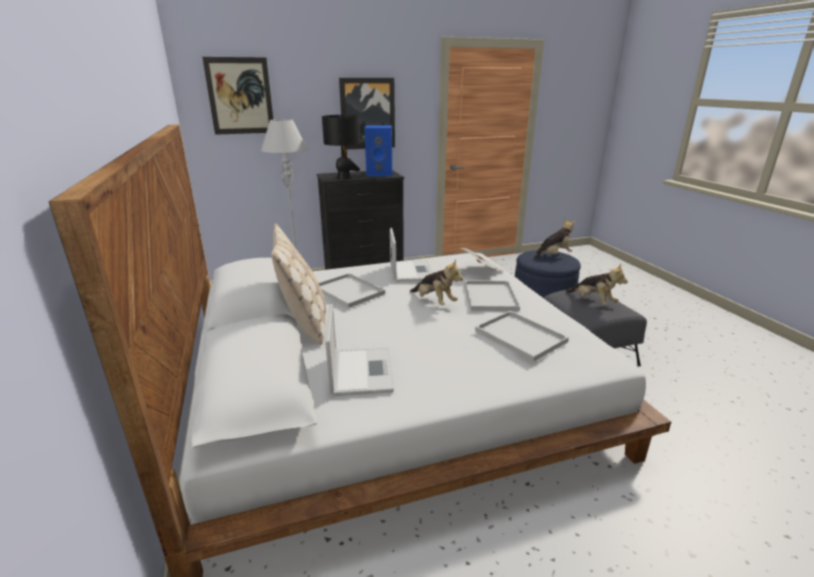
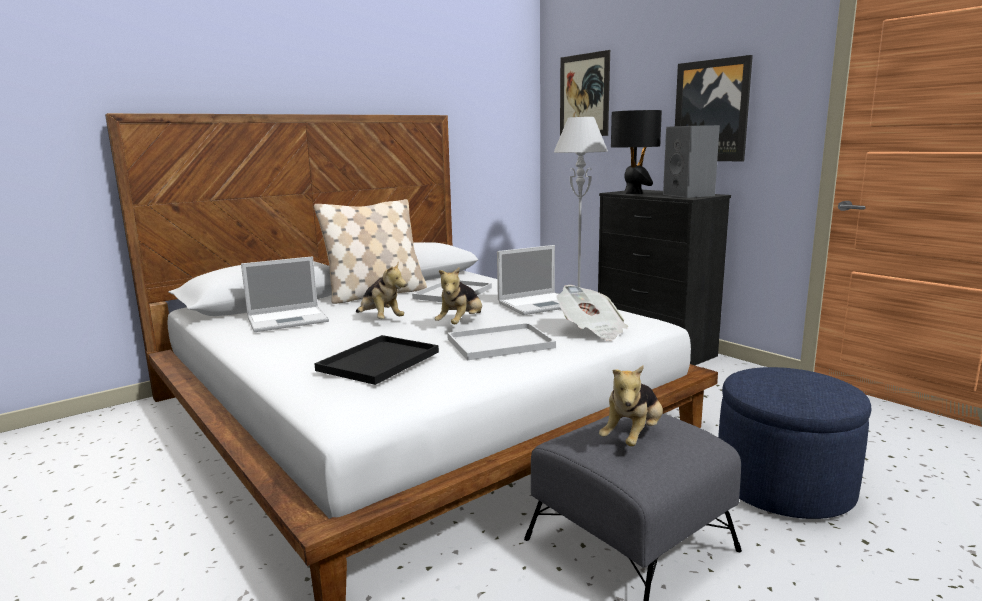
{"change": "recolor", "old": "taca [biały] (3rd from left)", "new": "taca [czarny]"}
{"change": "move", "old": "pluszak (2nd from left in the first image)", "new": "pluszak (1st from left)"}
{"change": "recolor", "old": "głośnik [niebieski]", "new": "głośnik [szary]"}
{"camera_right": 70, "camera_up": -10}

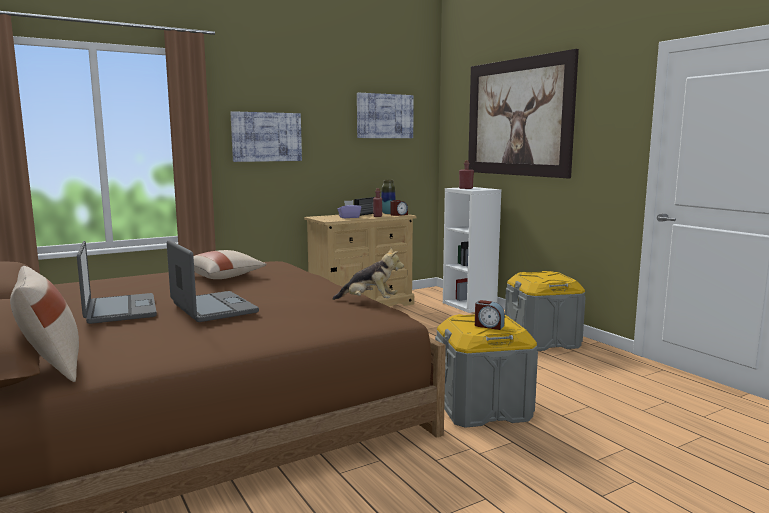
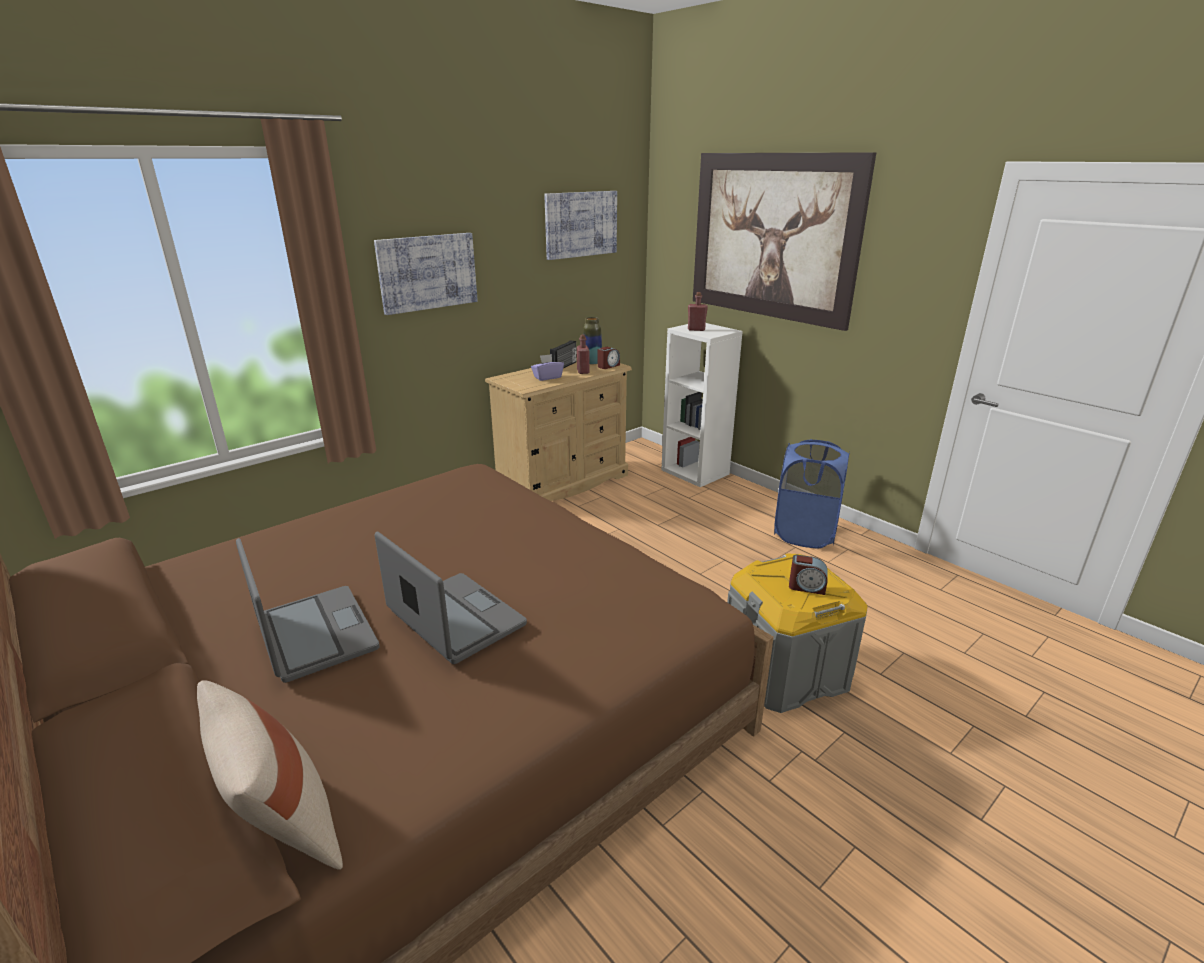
{"change": "replace", "old": "pojemnik do przechowywania [szary] (2nd from left)", "new": "kosz na pranie [niebieski]"}
{"change": "delete", "old": "poduszka [beżowy] (2nd from left)"}
{"change": "delete", "old": "pluszak"}
{"camera_right": -10, "camera_up": 15}

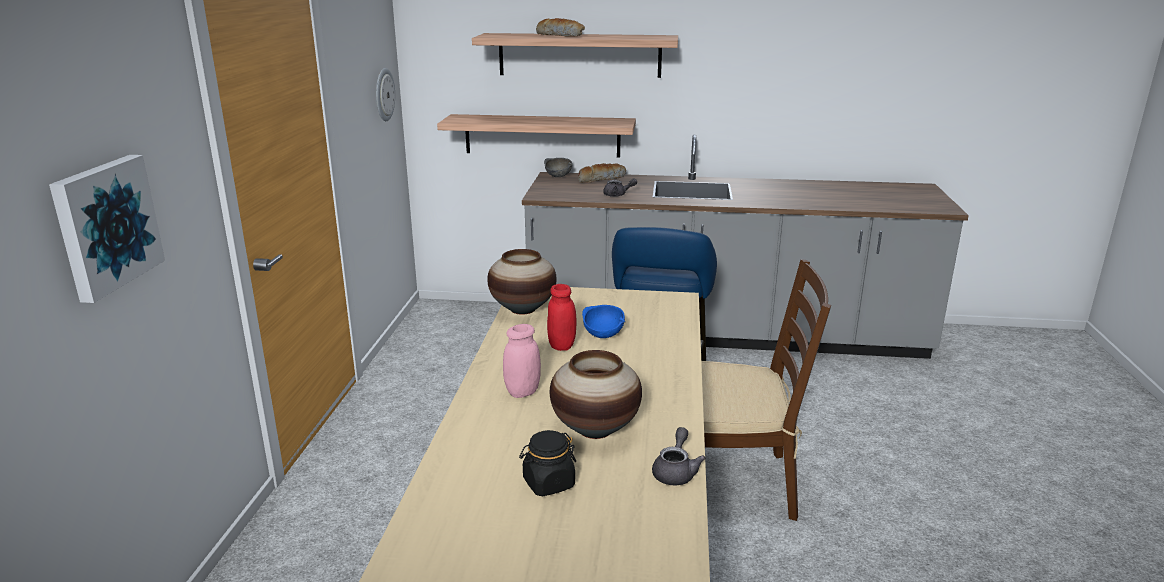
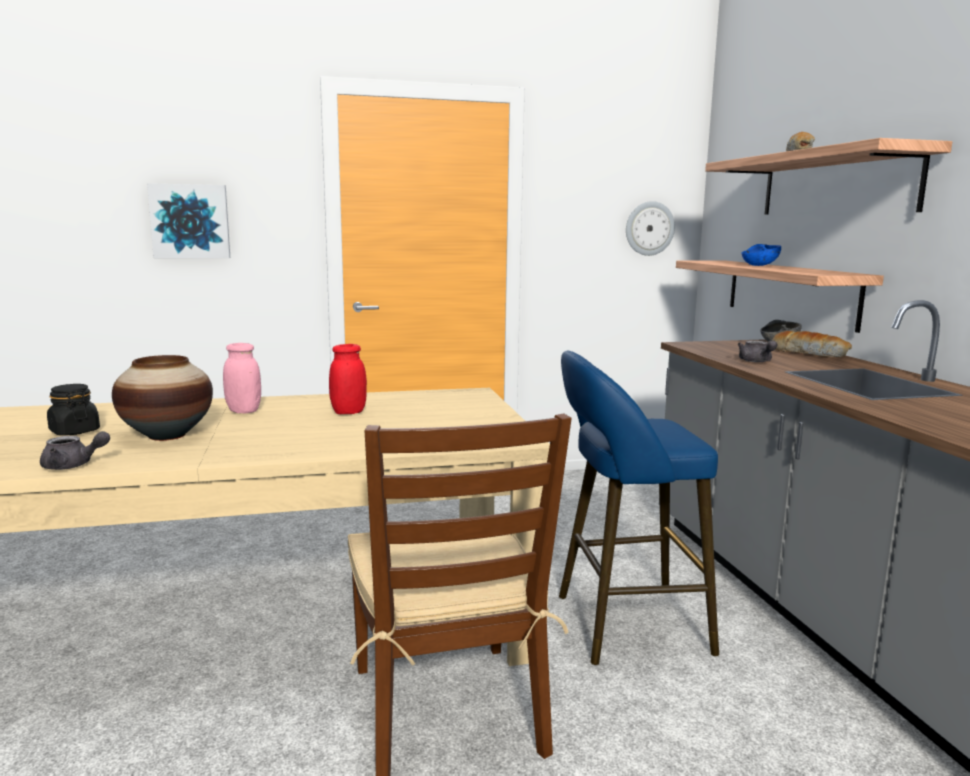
{"change": "move", "old": "miska [niebieski]"}
{"change": "delete", "old": "wazon (1st from left)"}
{"camera_right": 70, "camera_up": -10}

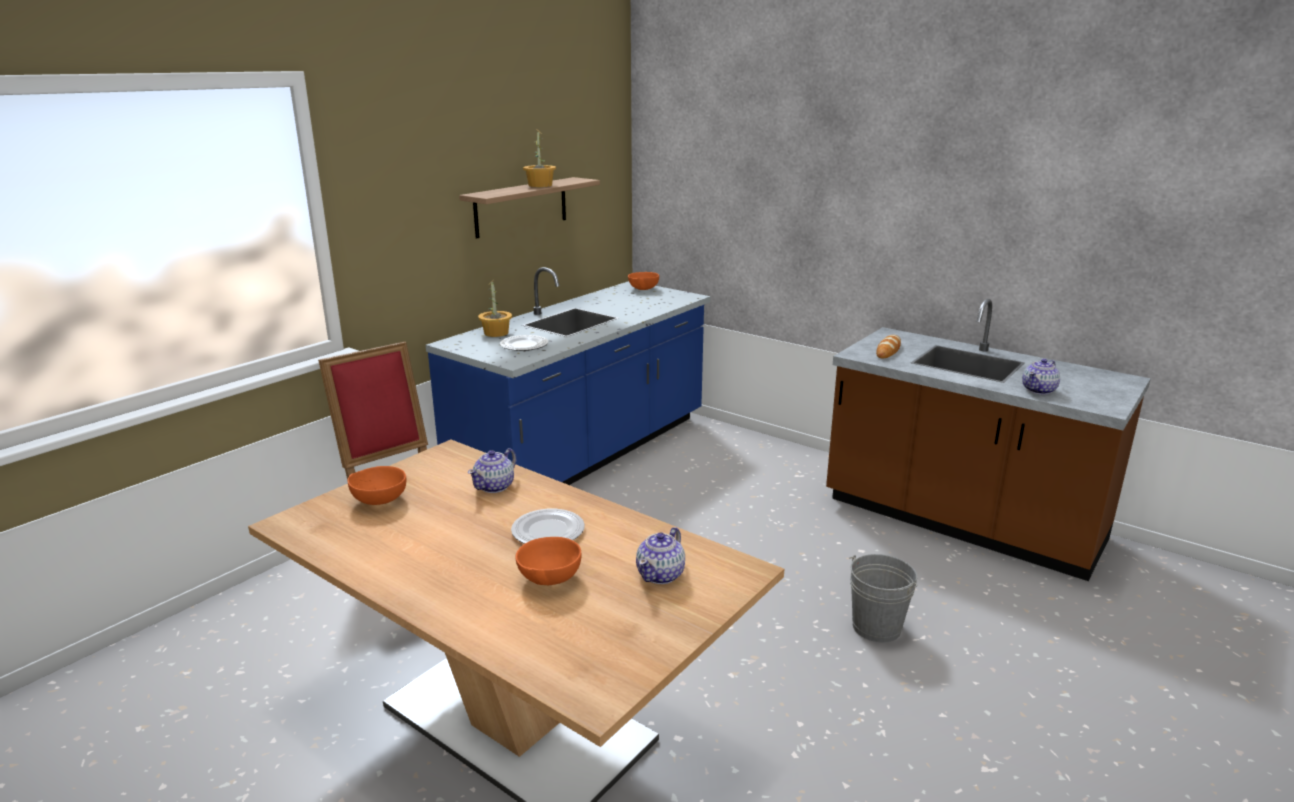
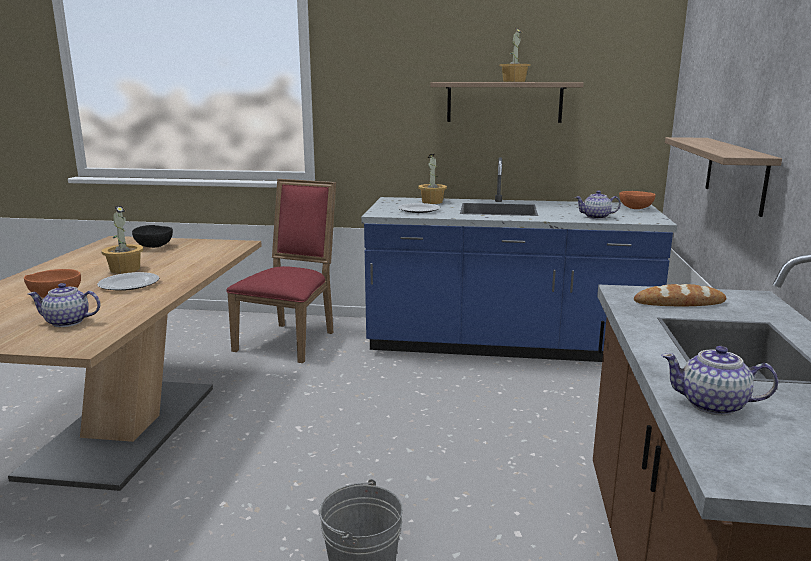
{"change": "insert", "new": "roślina doniczkowa (1st from left)"}
{"change": "recolor", "old": "miska [pomarańczowy] (1st from left)", "new": "miska [czarny]"}
{"change": "move", "old": "imbryk (1st from left in the first image)", "new": "imbryk (2nd from left)"}
{"change": "insert", "new": "półka (2nd from left)"}
{"camera_right": 60, "camera_up": -5}

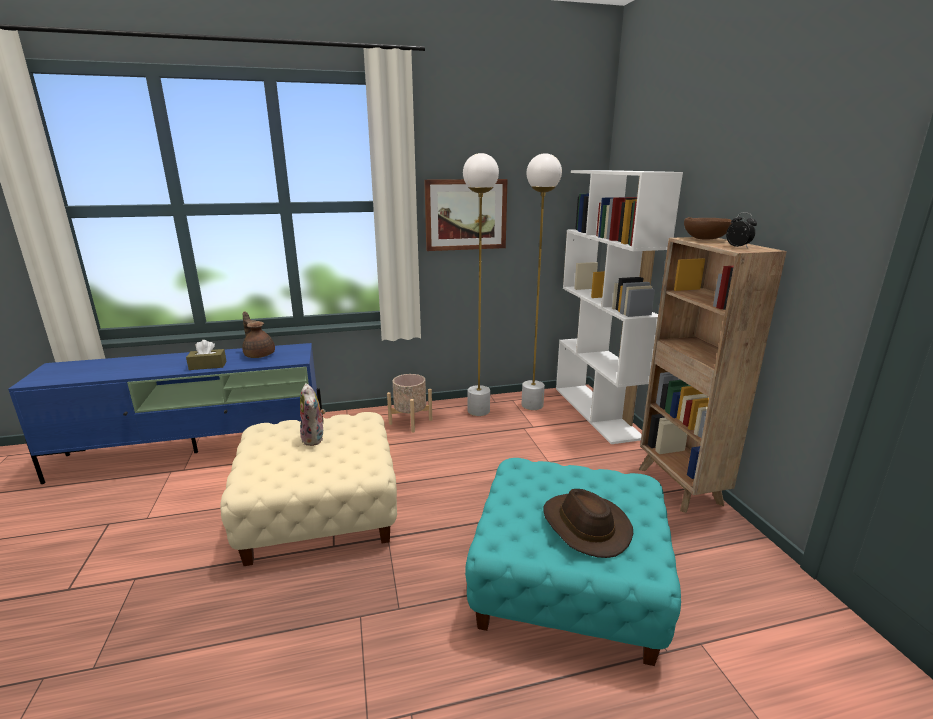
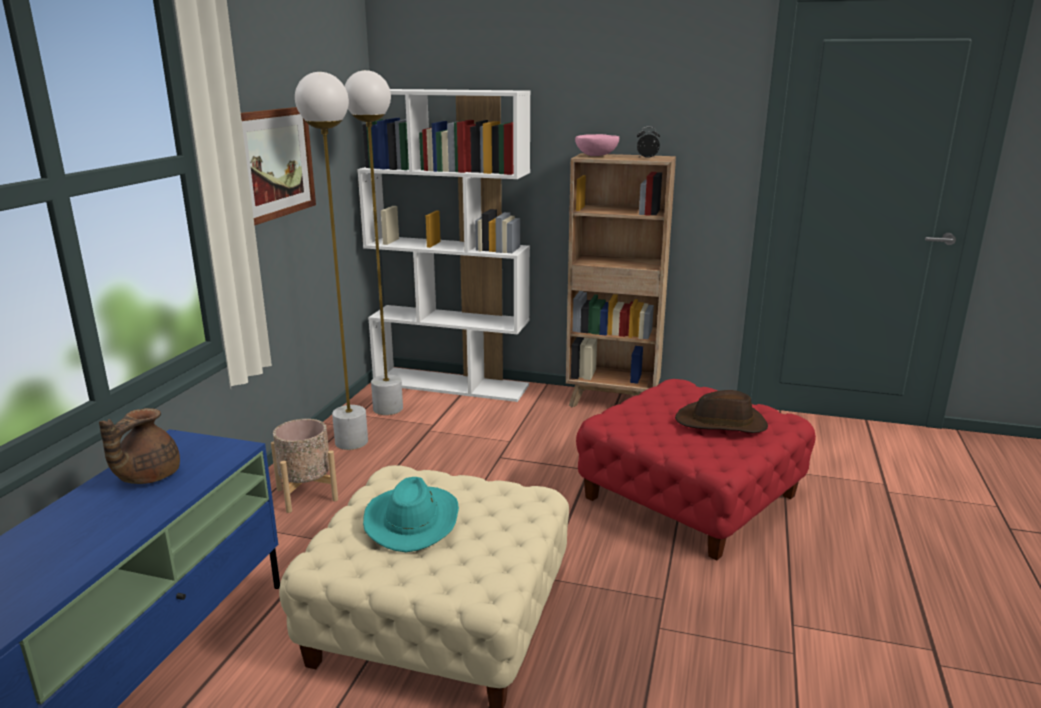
{"change": "rotate", "old": "imbryk [brązowy]", "degrees": -60}
{"change": "replace", "old": "pluszak", "new": "kapelusz [turkusowy]"}
{"change": "recolor", "old": "miska [brązowy]", "new": "miska [różowy]"}
{"change": "recolor", "old": "pufa [turkusowy]", "new": "pufa [czerwony]"}
{"change": "delete", "old": "pudełko chusteczek [brązowy]"}
{"camera_right": -60, "camera_up": 0}

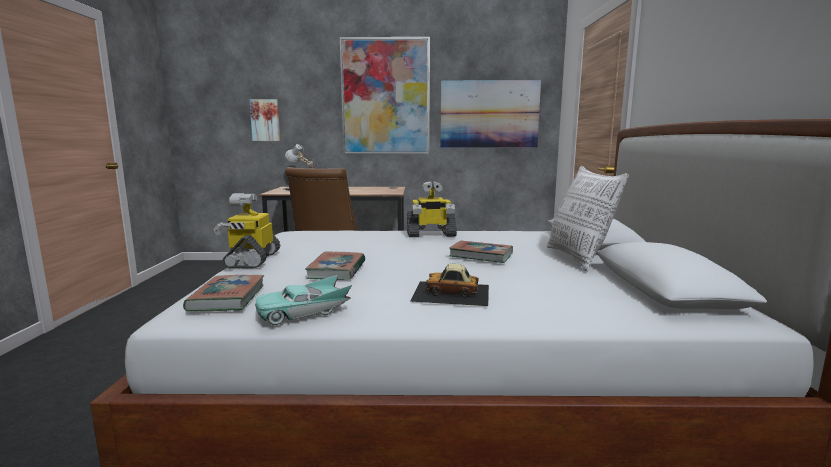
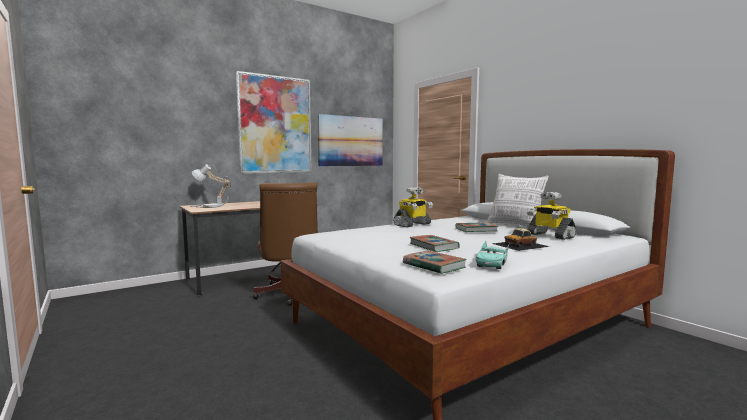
{"change": "move", "old": "robot zabawkowy (1st from left in the first image)", "new": "robot zabawkowy (2nd from left)"}
{"change": "delete", "old": "obraz (1st from left)"}
{"camera_right": -35, "camera_up": -5}

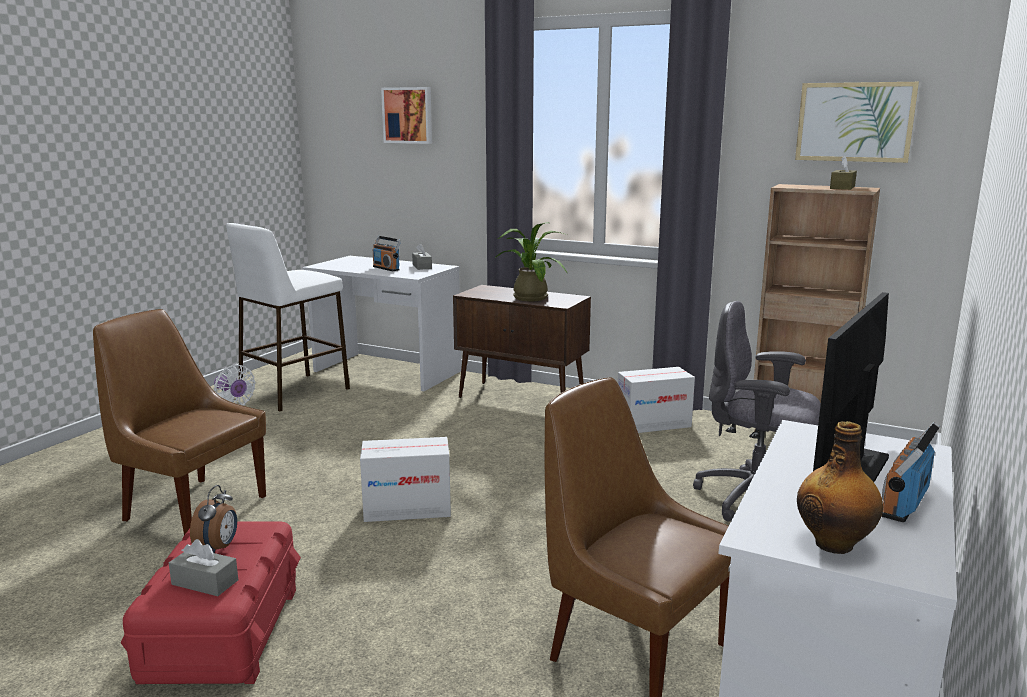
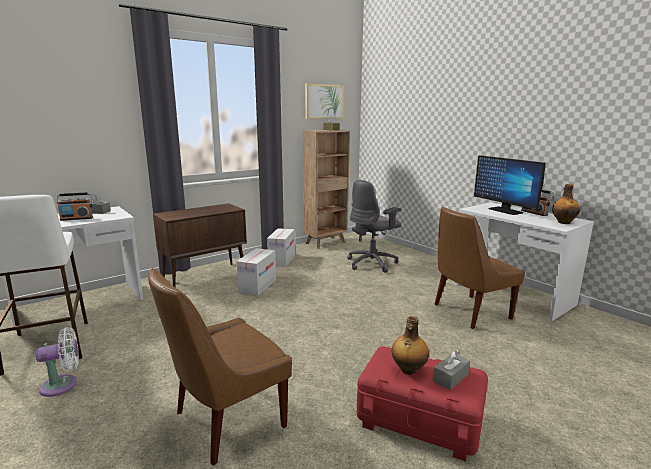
{"change": "move", "old": "karton (1st from left)"}
{"change": "replace", "old": "budzik", "new": "butelka (1st from left)"}
{"change": "delete", "old": "obraz (1st from left)"}
{"change": "delete", "old": "roślina doniczkowa"}
{"camera_right": -65, "camera_up": 0}

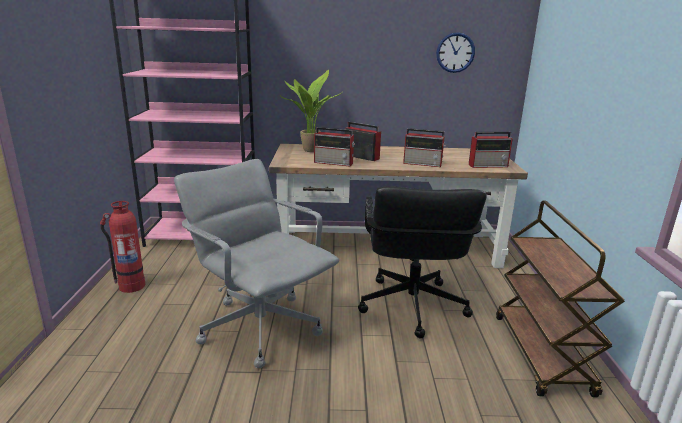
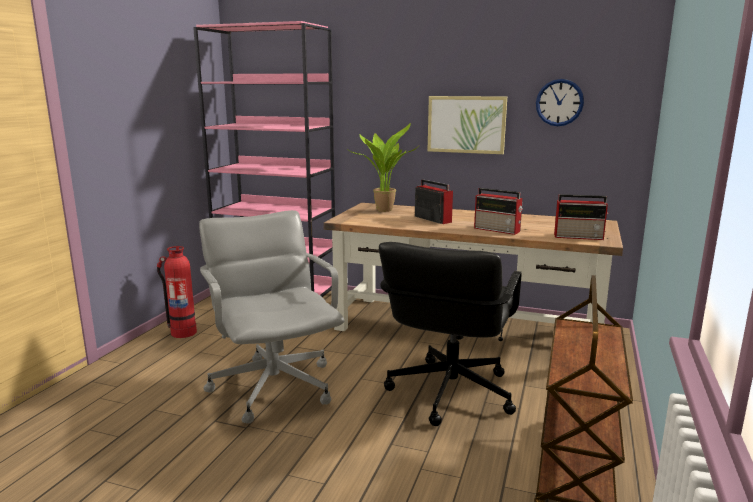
{"change": "insert", "new": "obraz"}
{"change": "delete", "old": "radio (1st from left)"}
{"camera_right": 20, "camera_up": -5}

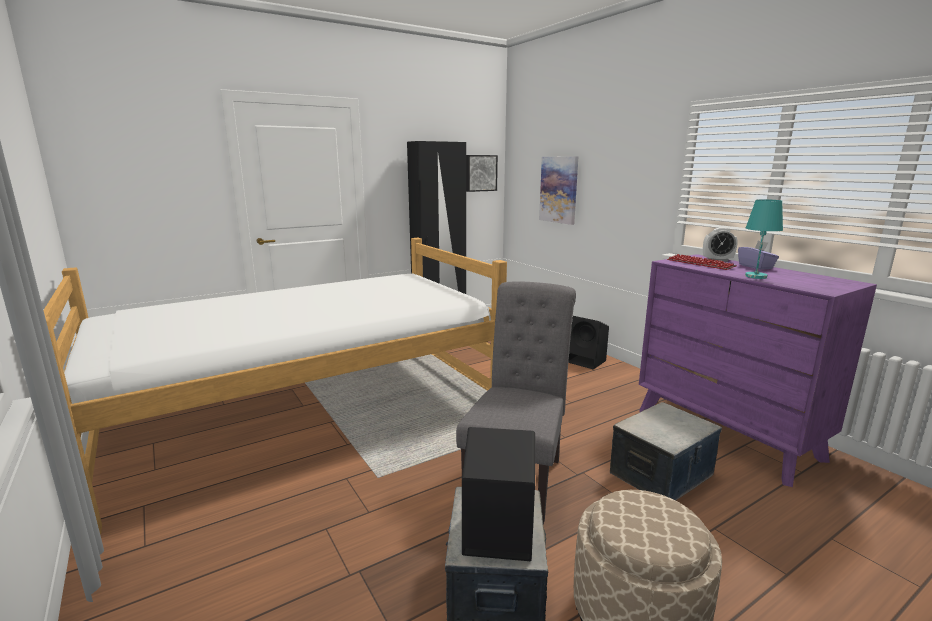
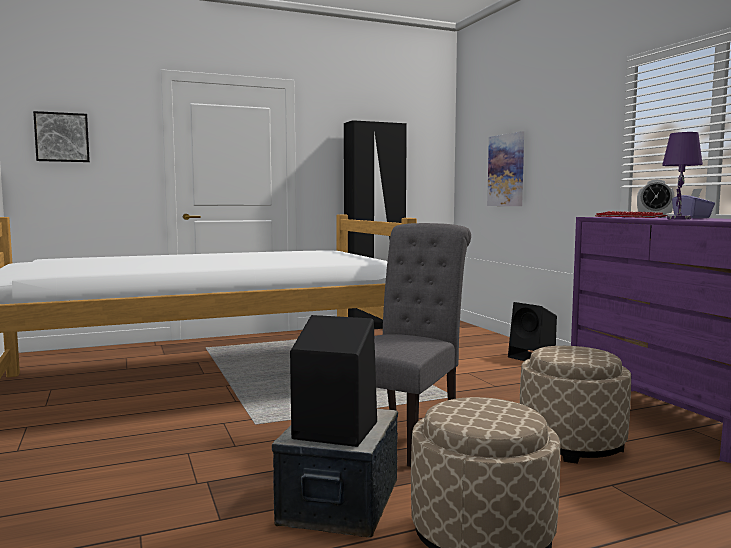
{"change": "move", "old": "obraz (1st from left)"}
{"change": "replace", "old": "pojemnik do przechowywania (2nd from left)", "new": "pufa [beżowy] (2nd from left)"}
{"change": "recolor", "old": "lampa stołowa [turkusowy]", "new": "lampa stołowa [fioletowy]"}
{"camera_right": 10, "camera_up": -10}

